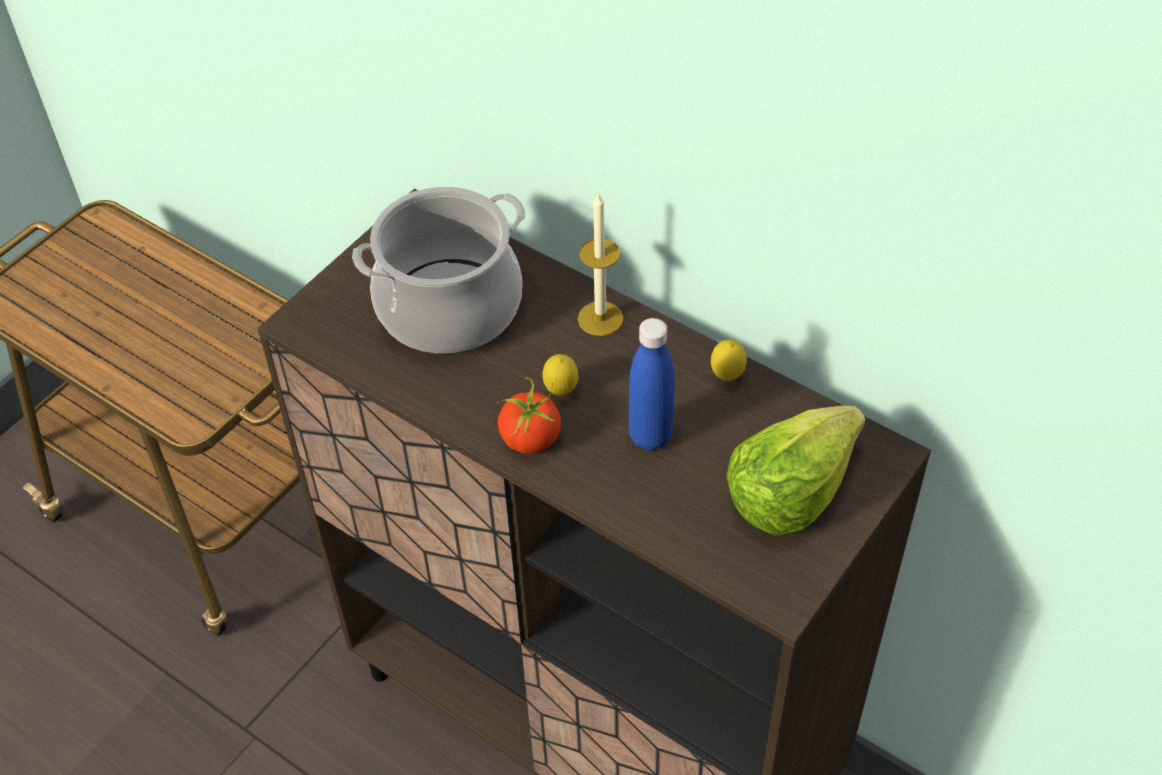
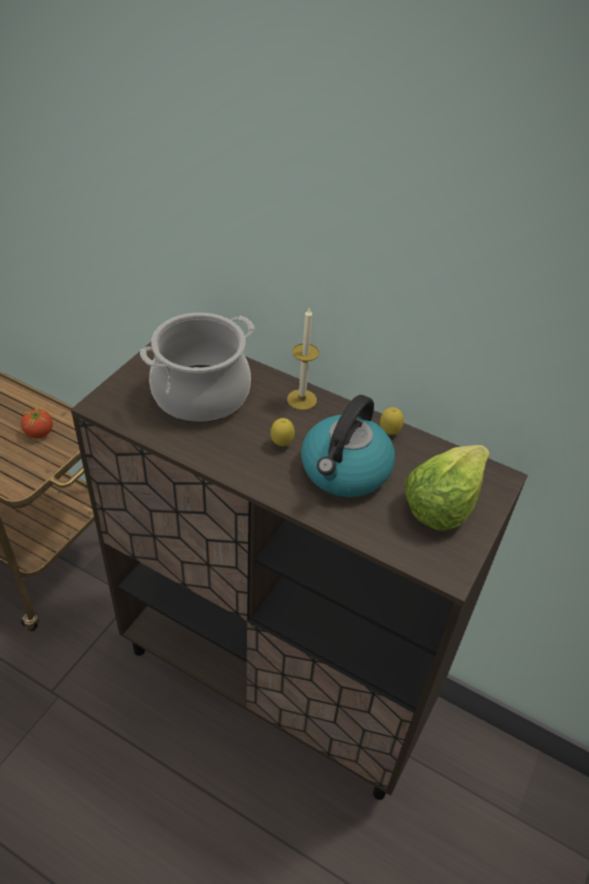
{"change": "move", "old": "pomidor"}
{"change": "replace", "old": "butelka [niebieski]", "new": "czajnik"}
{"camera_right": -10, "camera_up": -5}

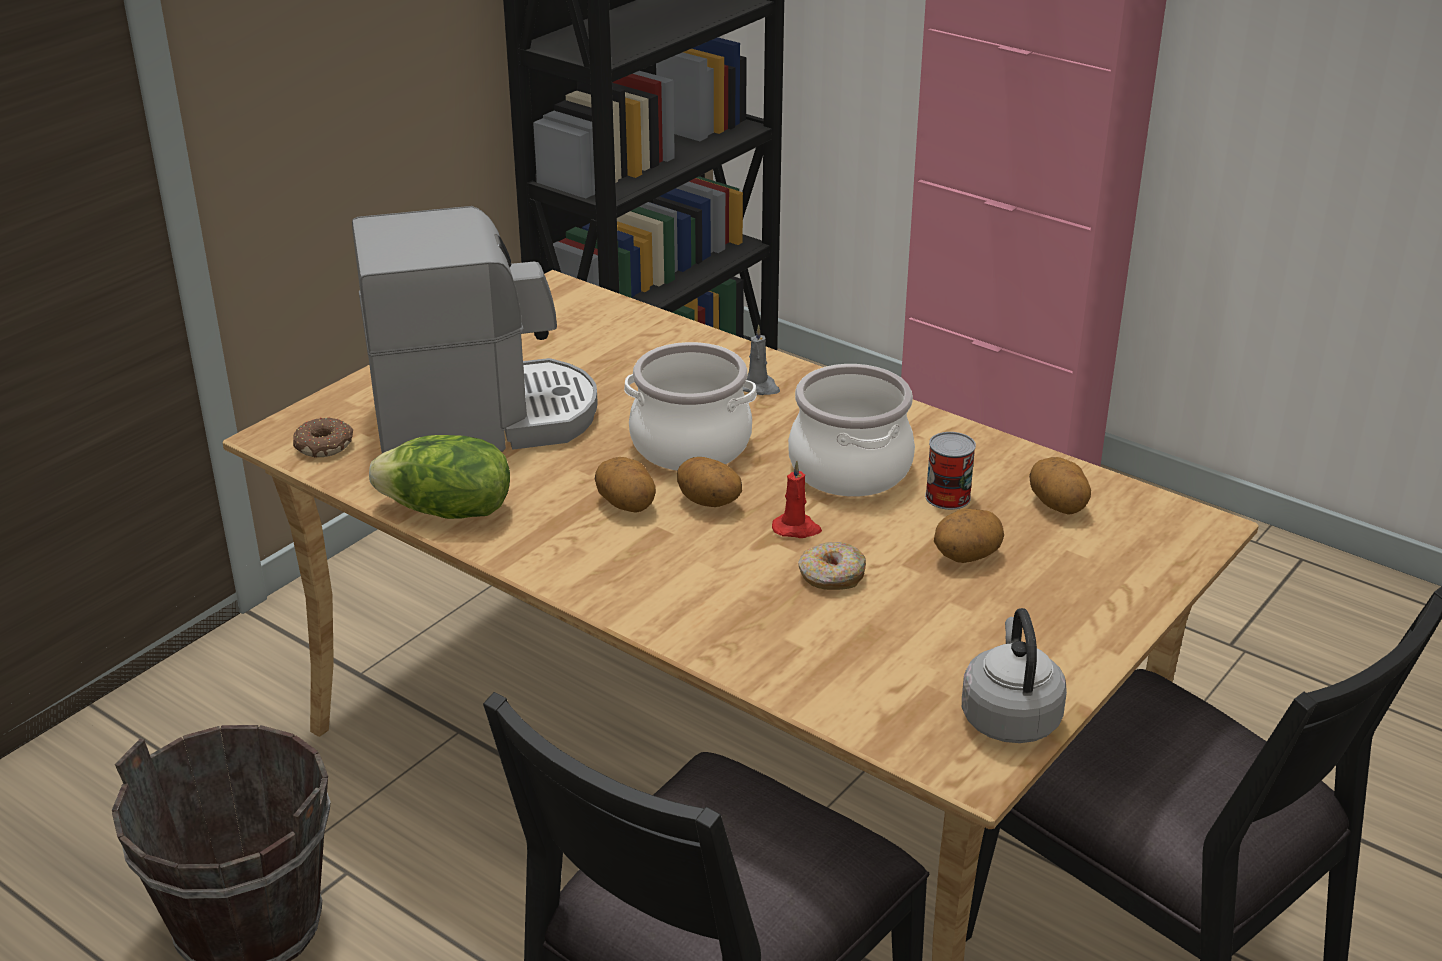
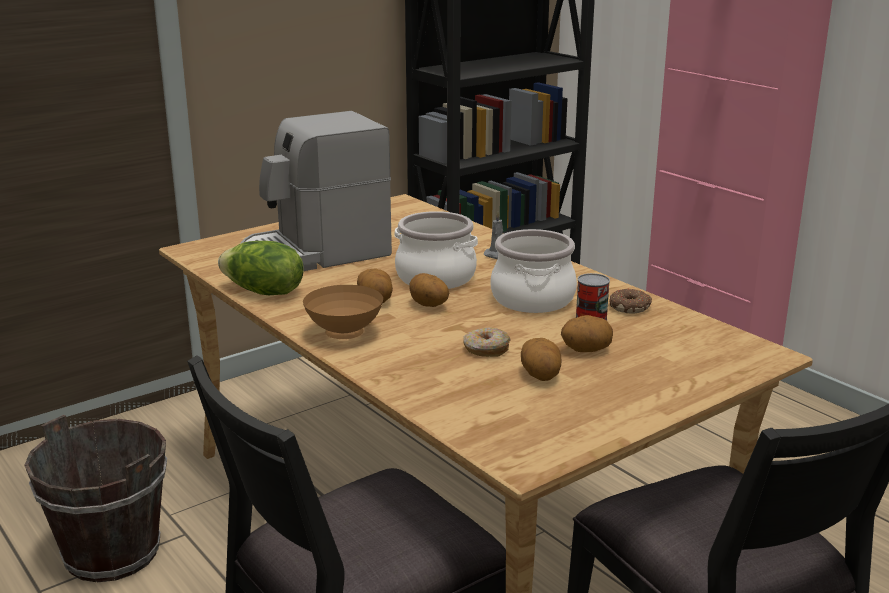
{"change": "rotate", "old": "ekspres do kawy", "degrees": 150}
{"change": "insert", "new": "miska [brązowy]"}
{"change": "move", "old": "ziemniak (4th from left in the first image)", "new": "ziemniak (3rd from left)"}
{"change": "move", "old": "donut (1st from left in the first image)", "new": "donut (2nd from left)"}
{"change": "delete", "old": "świeca [czerwony]"}
{"change": "delete", "old": "czajnik [szary]"}
{"camera_right": 15, "camera_up": -10}

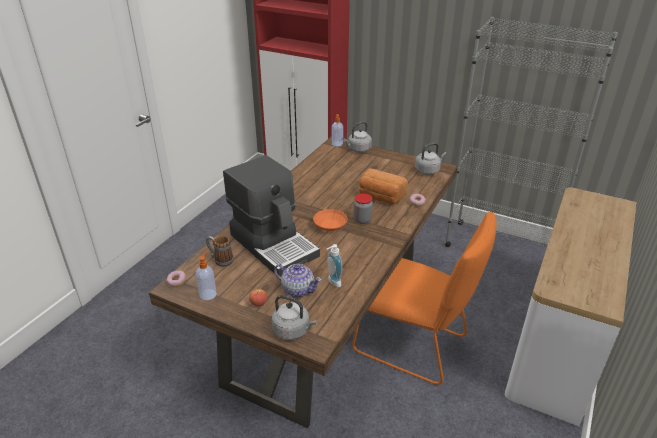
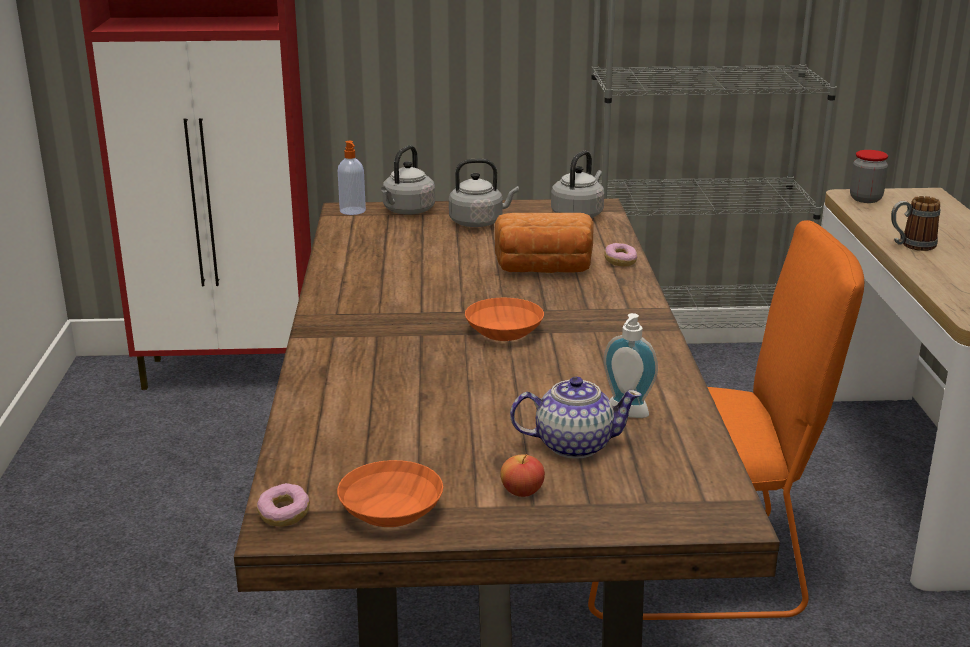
{"change": "replace", "old": "dozownik mydła (1st from left)", "new": "miska [pomarańczowy] (1st from left)"}
{"change": "move", "old": "czajnik [szary] (1st from left in the first image)", "new": "czajnik [szary] (2nd from left)"}
{"change": "move", "old": "słoik"}
{"change": "move", "old": "kubek"}
{"change": "delete", "old": "ekspres do kawy"}
{"camera_right": -30, "camera_up": -10}

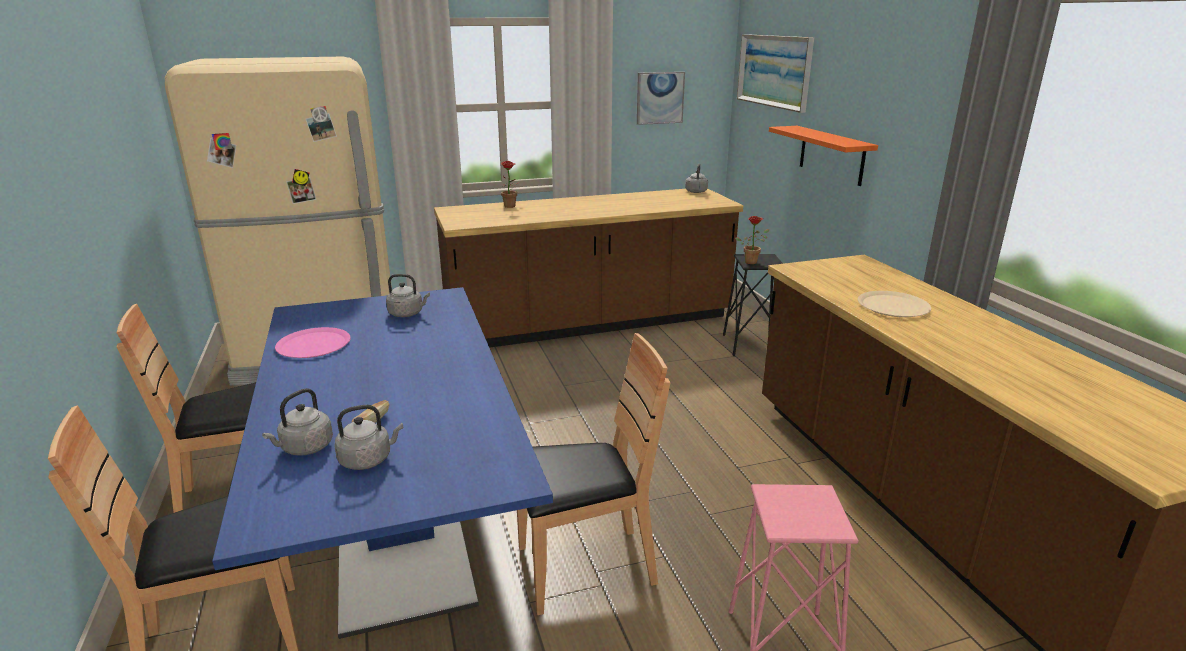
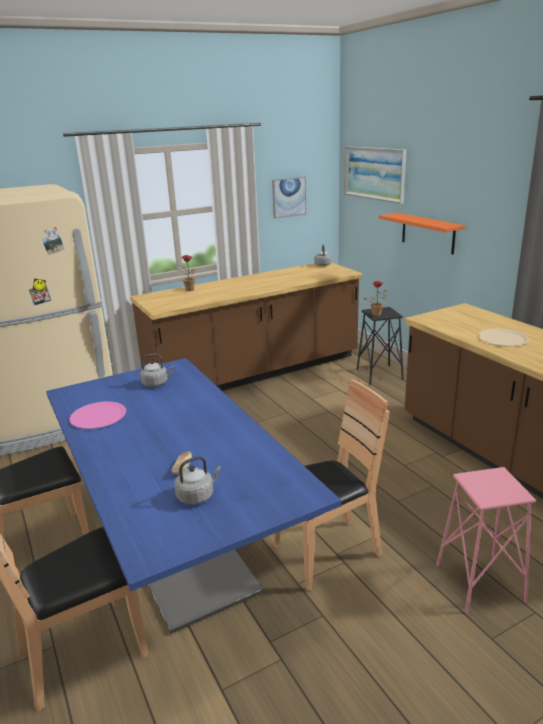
{"change": "delete", "old": "czajnik [szary] (1st from left)"}
{"camera_right": -10, "camera_up": 0}

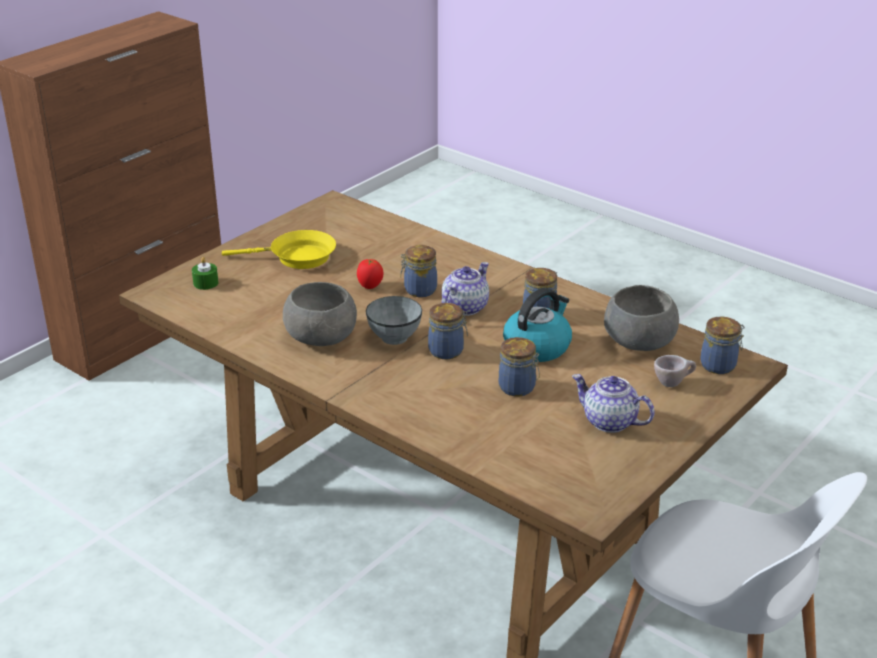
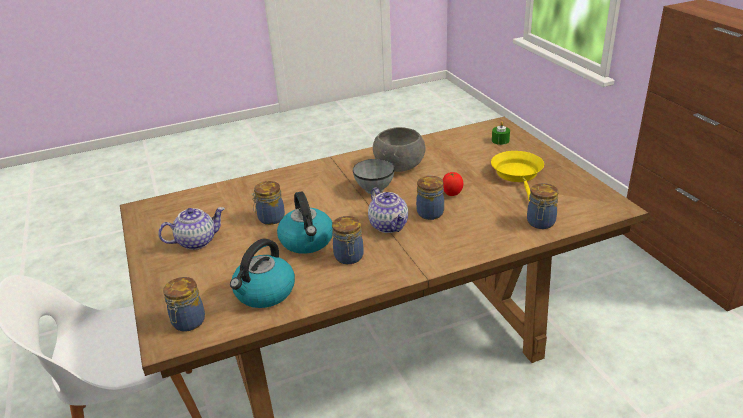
{"change": "replace", "old": "miska [szary] (3rd from left)", "new": "czajnik (1st from left)"}
{"change": "rotate", "old": "patelnia [żółty]", "degrees": 150}
{"change": "move", "old": "słoik (2nd from left in the first image)", "new": "słoik (5th from left)"}
{"change": "delete", "old": "filiżanka [beżowy]"}
{"camera_right": 120, "camera_up": 0}

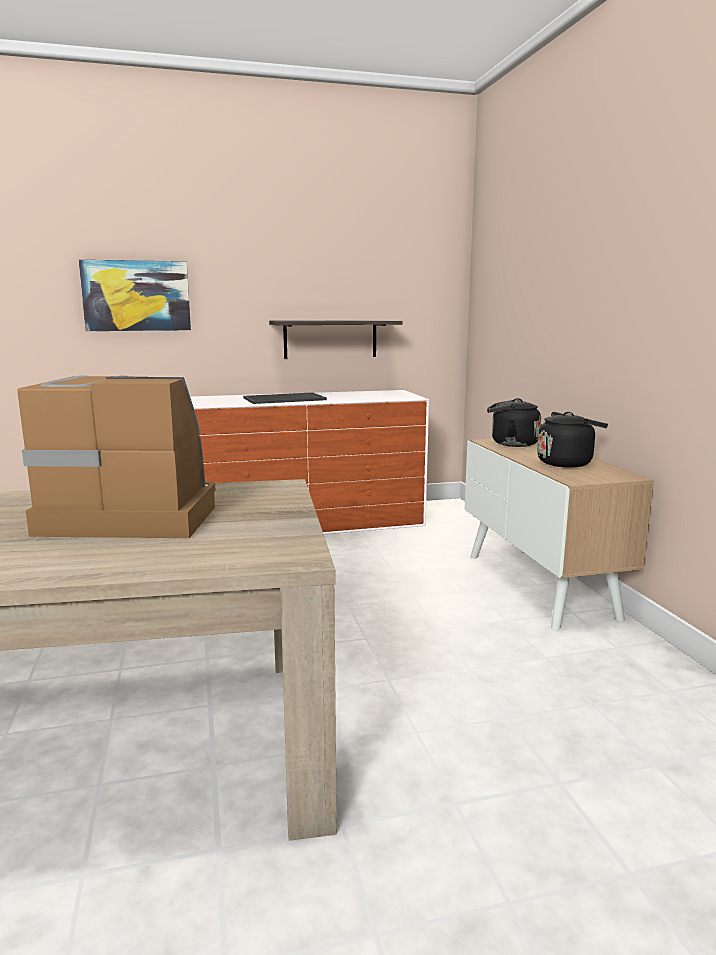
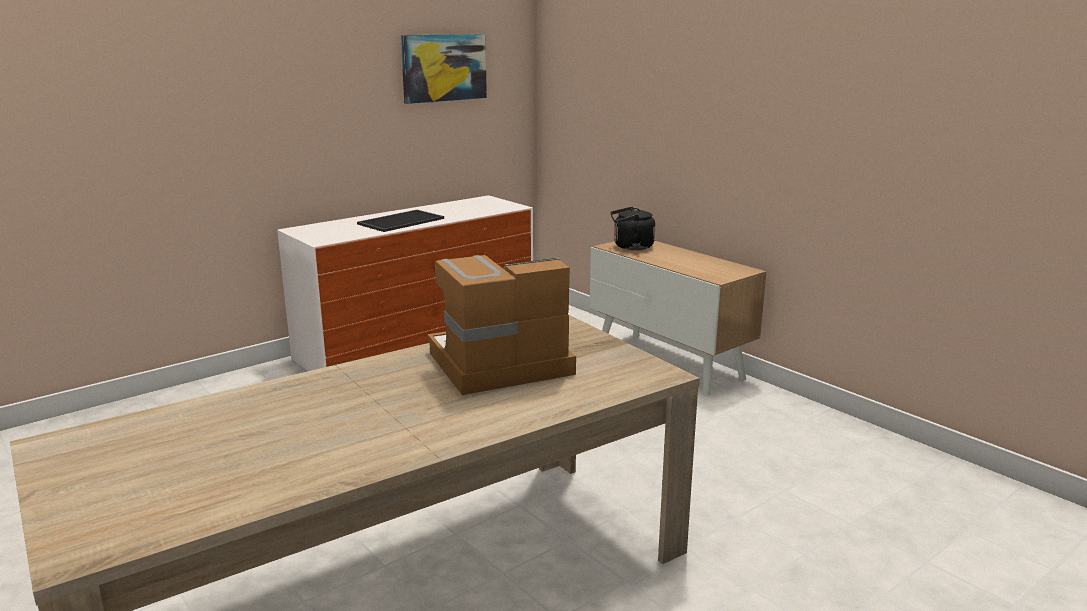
{"change": "move", "old": "obraz"}
{"change": "delete", "old": "półka"}
{"change": "delete", "old": "czajnik [czarny] (2nd from left)"}
{"camera_right": -25, "camera_up": 5}

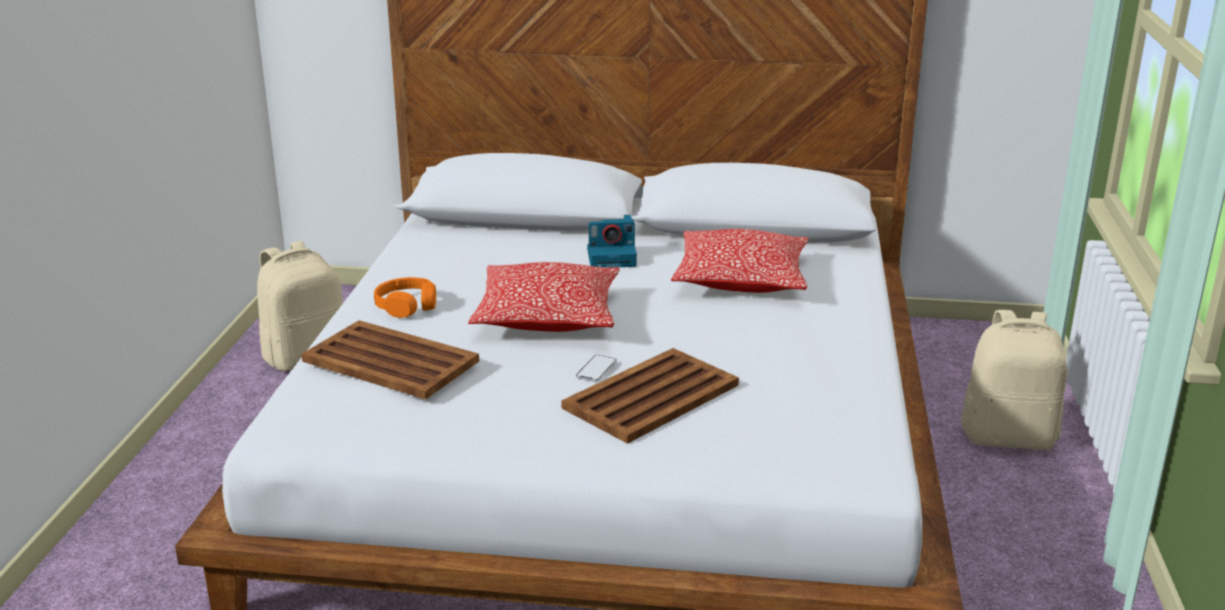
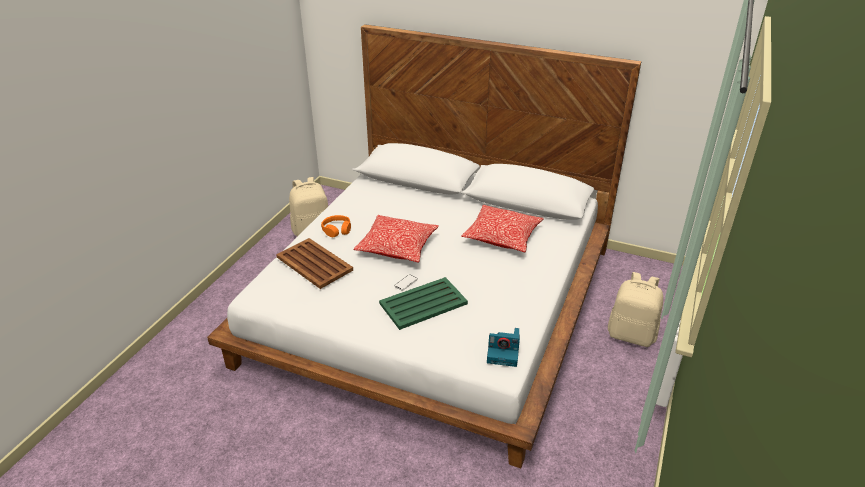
{"change": "recolor", "old": "taca [brązowy] (2nd from left)", "new": "taca [zielony]"}
{"change": "move", "old": "aparat fotograficzny"}
{"camera_right": 15, "camera_up": 10}

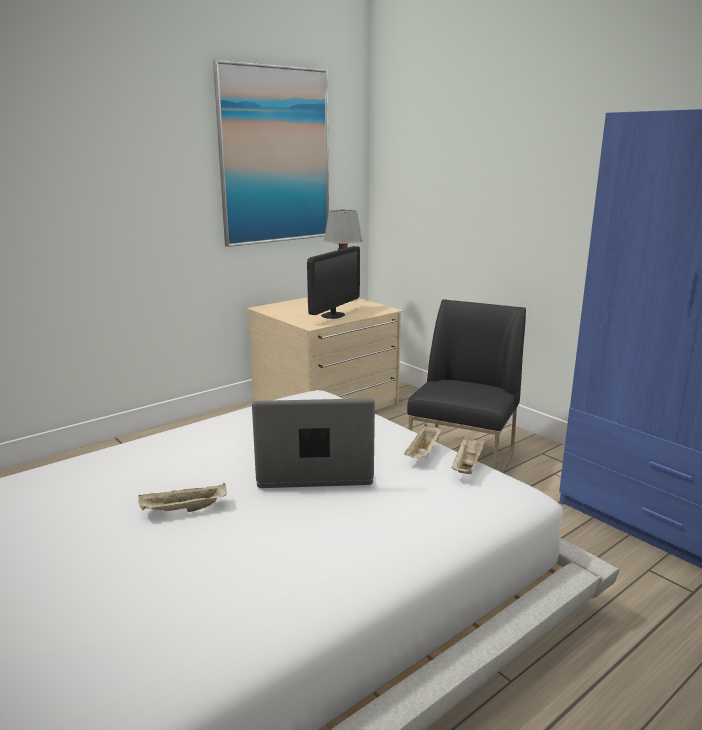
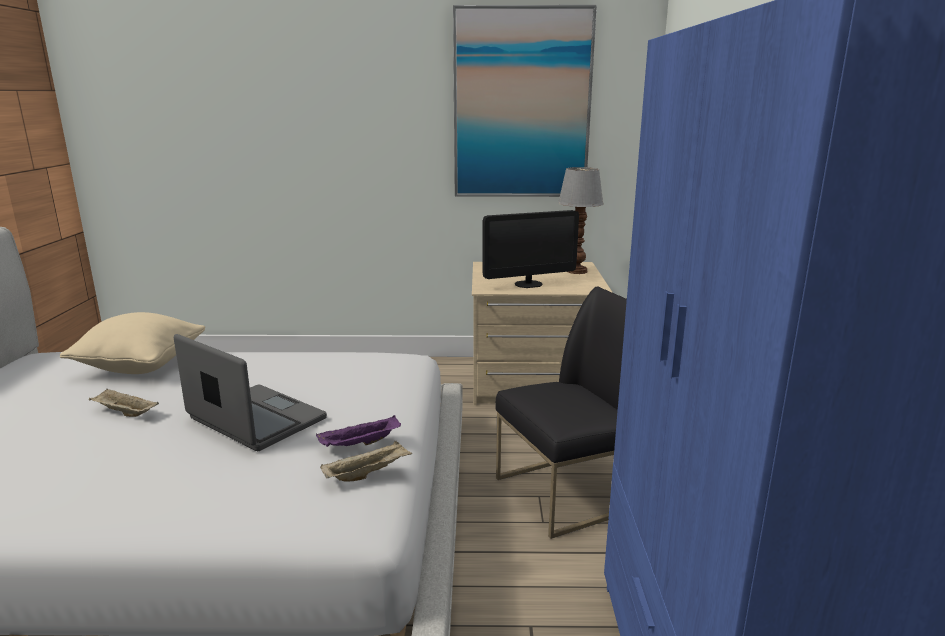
{"change": "insert", "new": "poduszka [beżowy]"}
{"change": "recolor", "old": "taca [beżowy] (2nd from left)", "new": "taca [fioletowy]"}
{"camera_right": 40, "camera_up": 0}

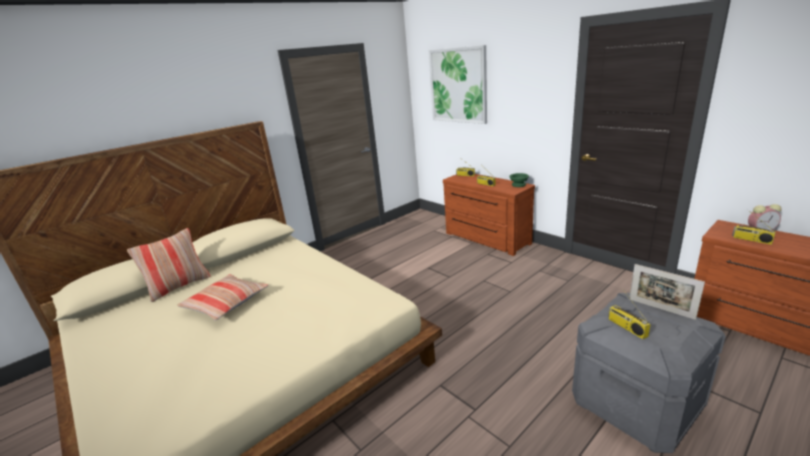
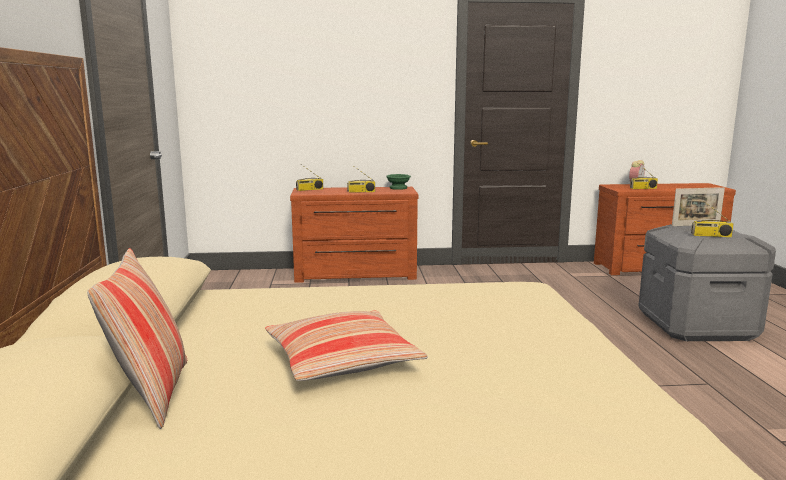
{"change": "delete", "old": "obraz"}
{"camera_right": -55, "camera_up": -10}

